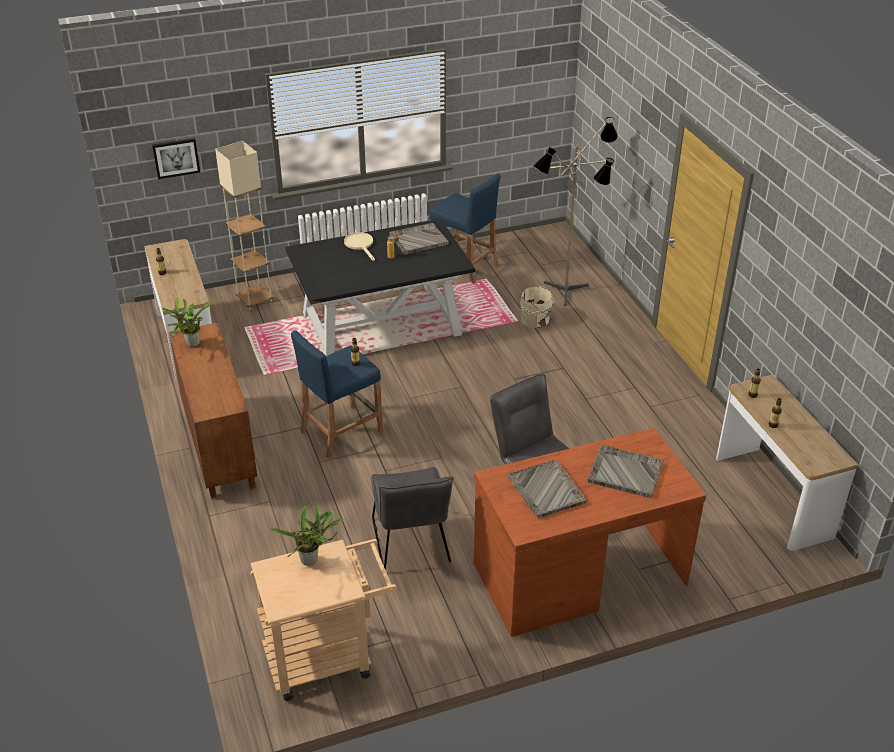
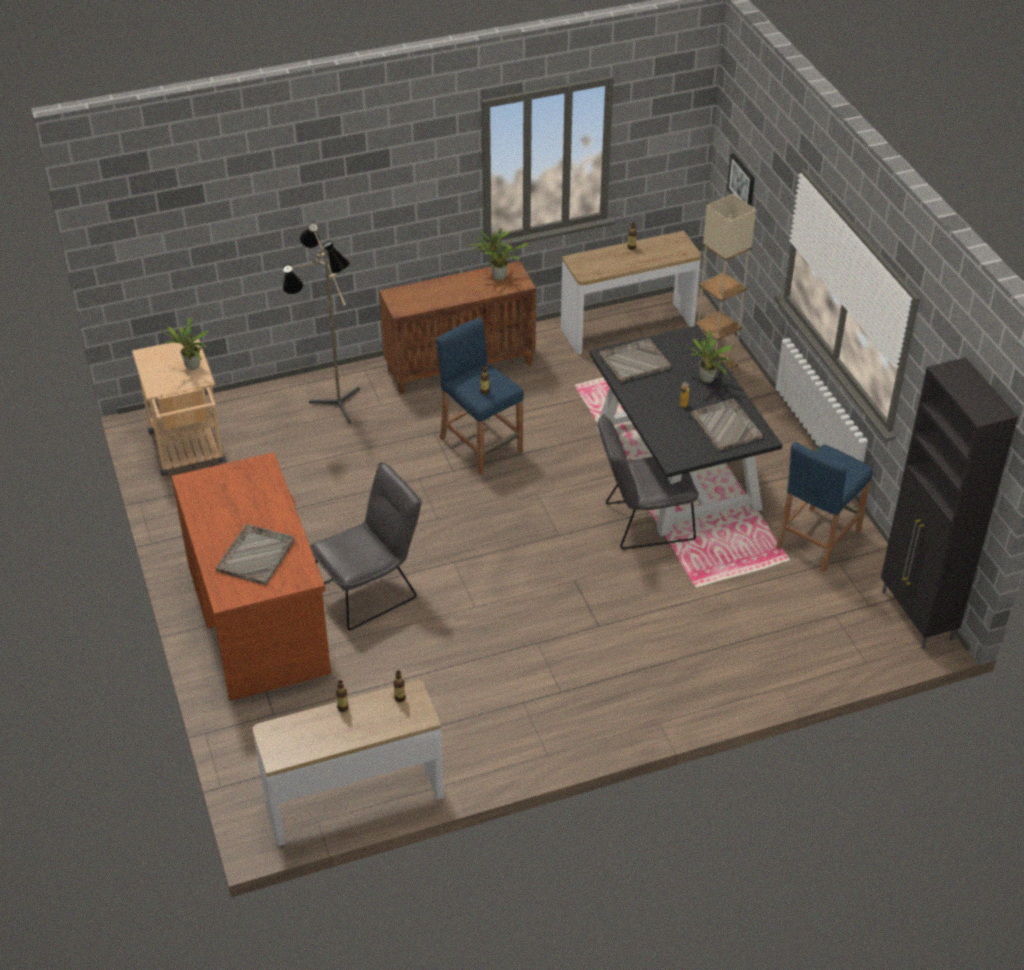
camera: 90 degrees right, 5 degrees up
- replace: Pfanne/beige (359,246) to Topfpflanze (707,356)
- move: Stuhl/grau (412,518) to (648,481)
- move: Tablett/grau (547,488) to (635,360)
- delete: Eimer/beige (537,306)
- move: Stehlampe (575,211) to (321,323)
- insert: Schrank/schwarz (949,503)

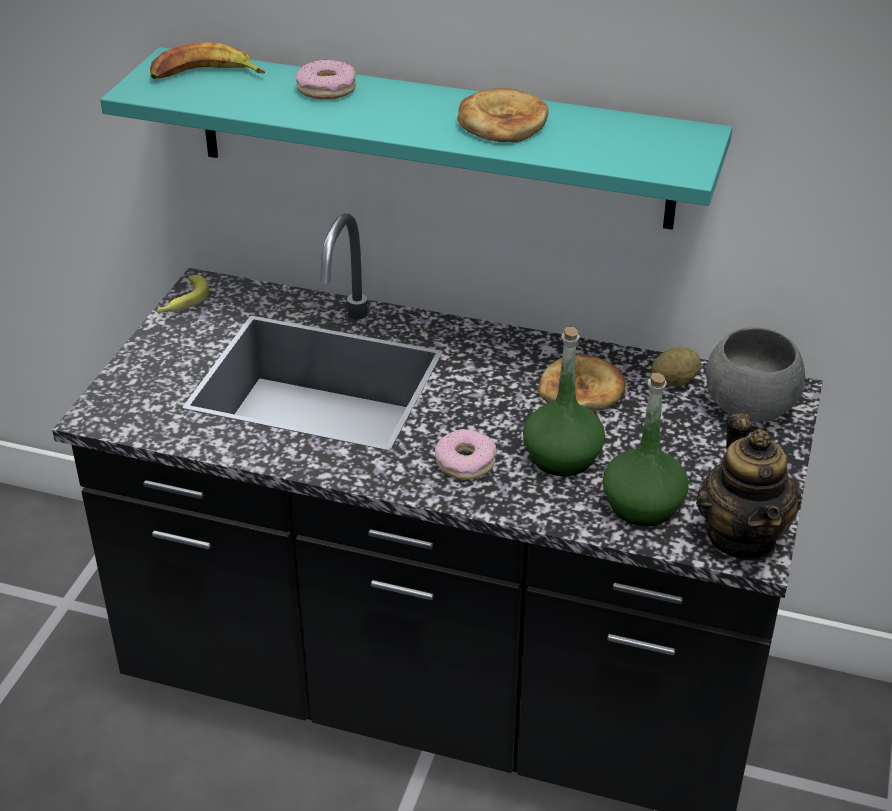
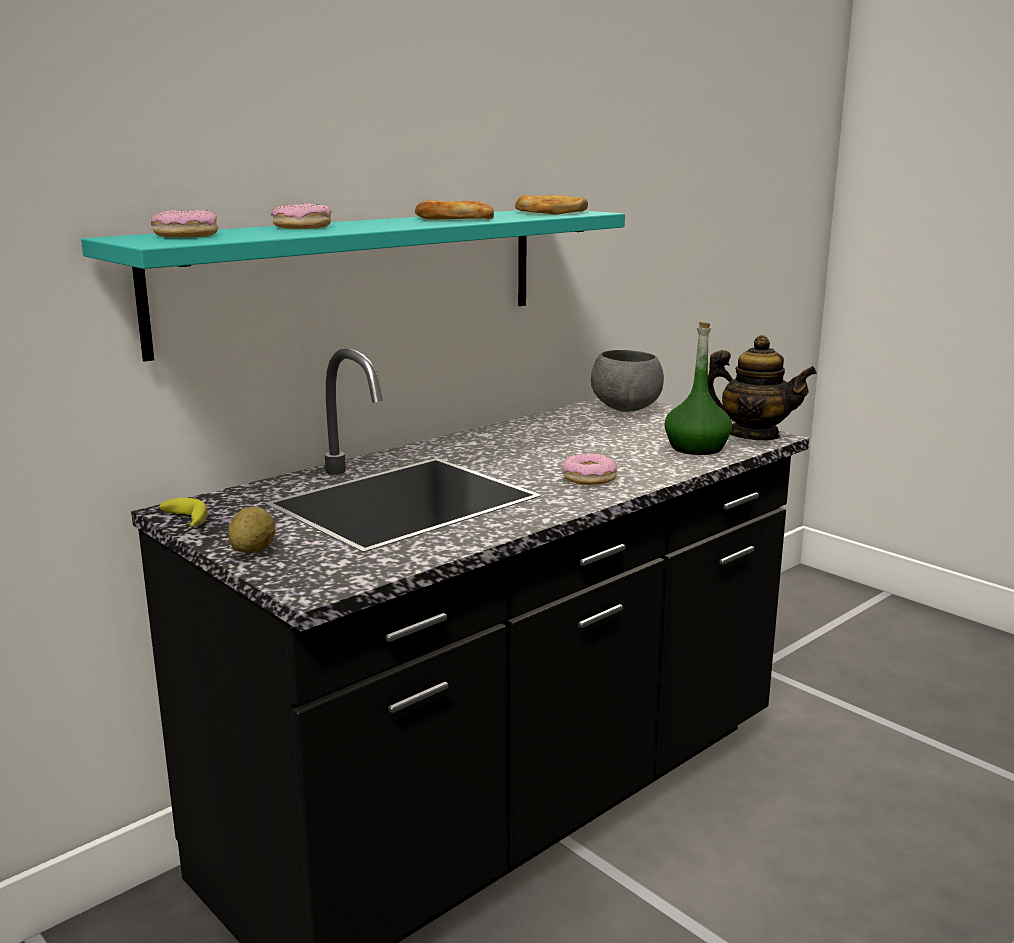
camera: 60 degrees left, 20 degrees down
- replace: Banane (207,60) to Donut (184,224)
- delete: Flasche/grün (564,401)
- move: Brot (582,383) to (551,205)
- move: Kartoffel (676,366) to (251,530)

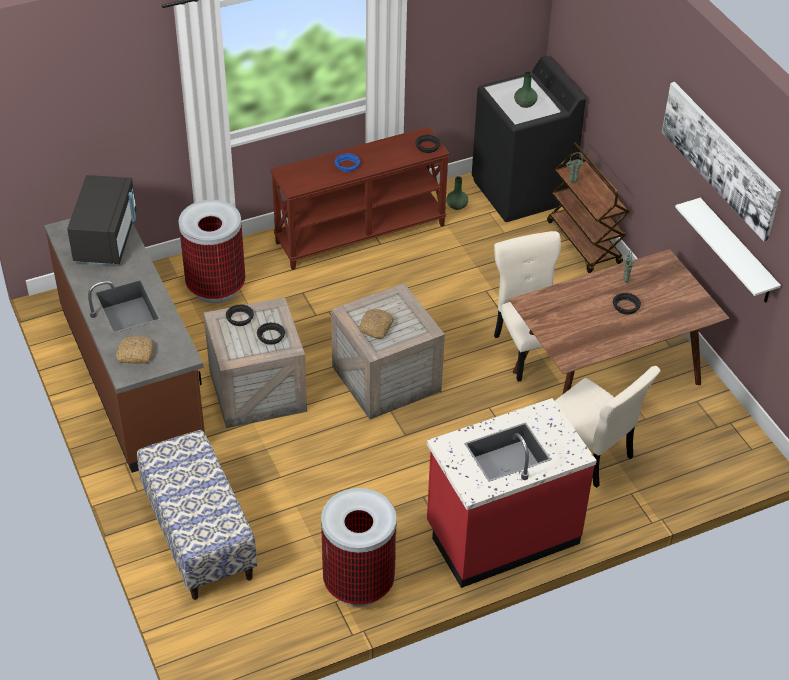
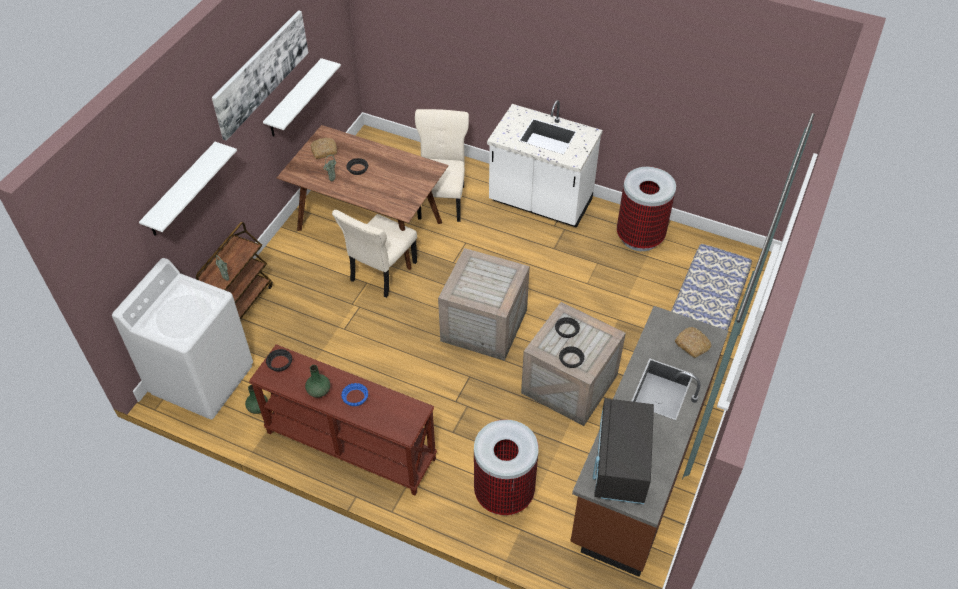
camera: 130 degrees left, 5 degrees up
- rotate: Mikrowelle/schwarz (101,220) = (623,451) 45 degrees counterclockwise
- move: Brot (376,324) to (324,148)
- recolor: Küchenzeile/rot (512,493) to Küchenzeile/weiß (545,163)
- recolor: Waschmaschine/schwarz (529,139) to Waschmaschine/weiß (182,339)
- move: Vase/grün (526,89) to (317,381)
- insert: Wandregal/weiß (188,189)

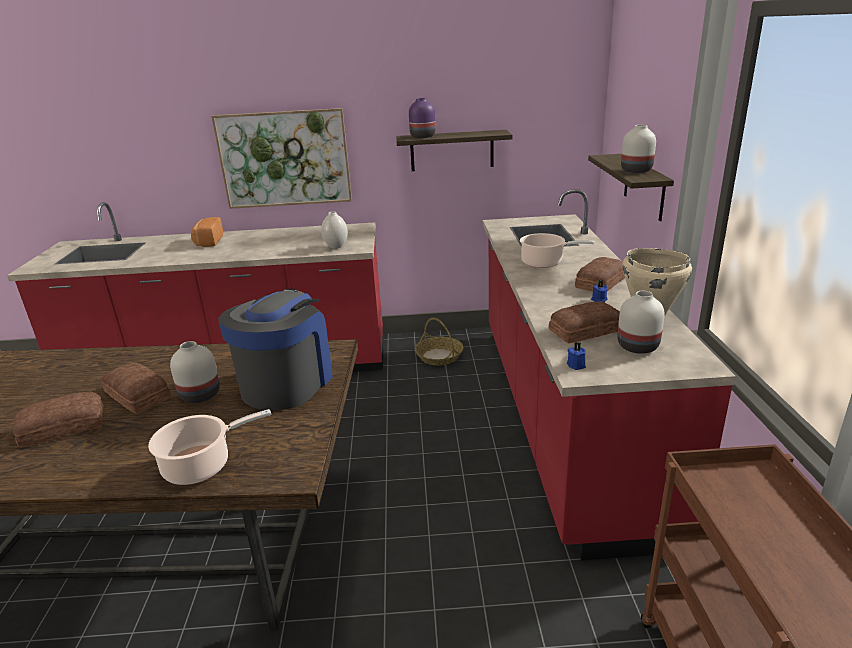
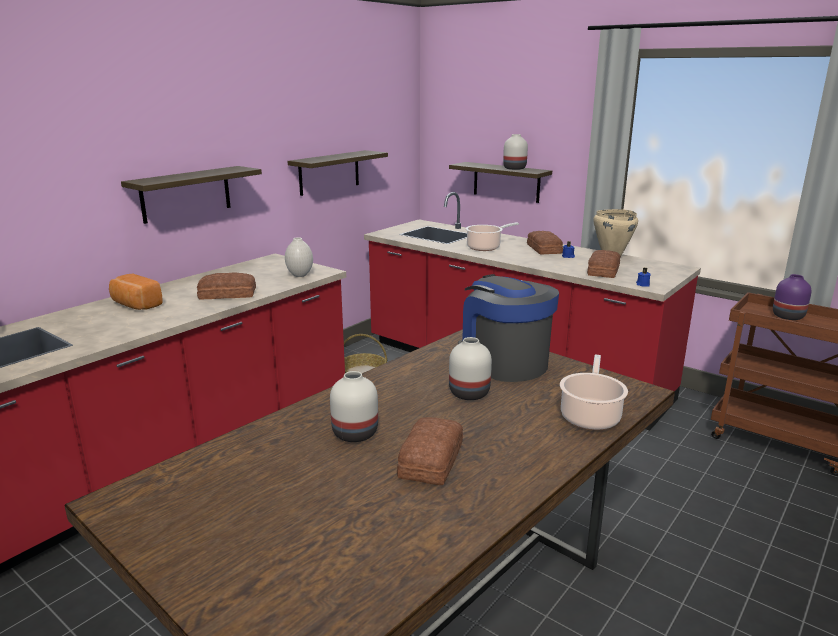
camera: 50 degrees left, 5 degrees down
- move: Brot (136,388) to (226,286)
- replace: Bild (282,158) to Wandregal (191,195)
- move: Vase/lila (422,118) to (792,297)
- move: Vase/weiß (641,322) to (354,406)

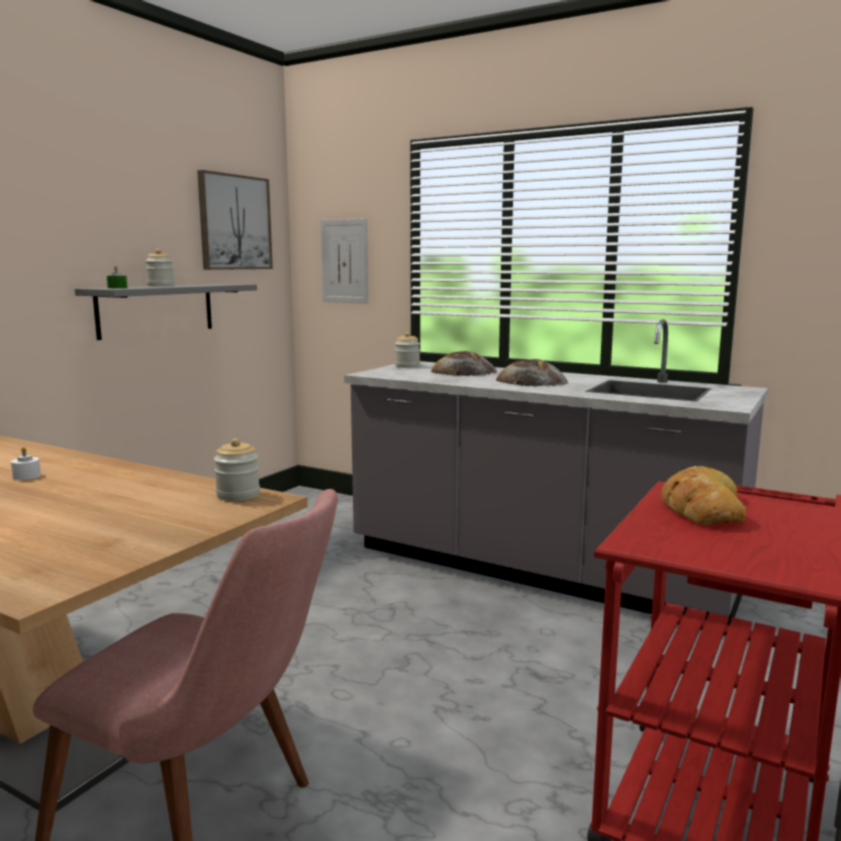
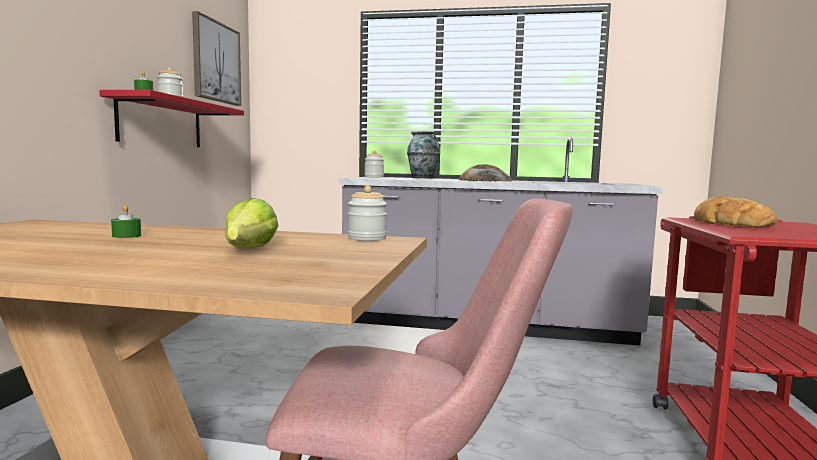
camera: 20 degrees left, 5 degrees down
- recolor: Kerze/weiß (26,463) to Kerze/grün (126,221)
- recolor: Wandregal/grau (166,312) to Wandregal/rot (171,118)
- delete: Bild (344,260)
- replace: Brot (463,363) to Vase (423,155)
- insert: Salatkopf (251,223)

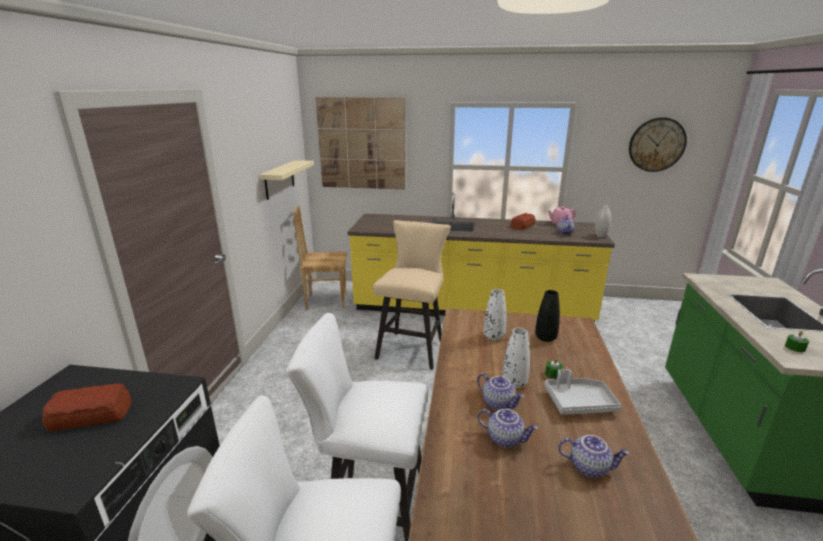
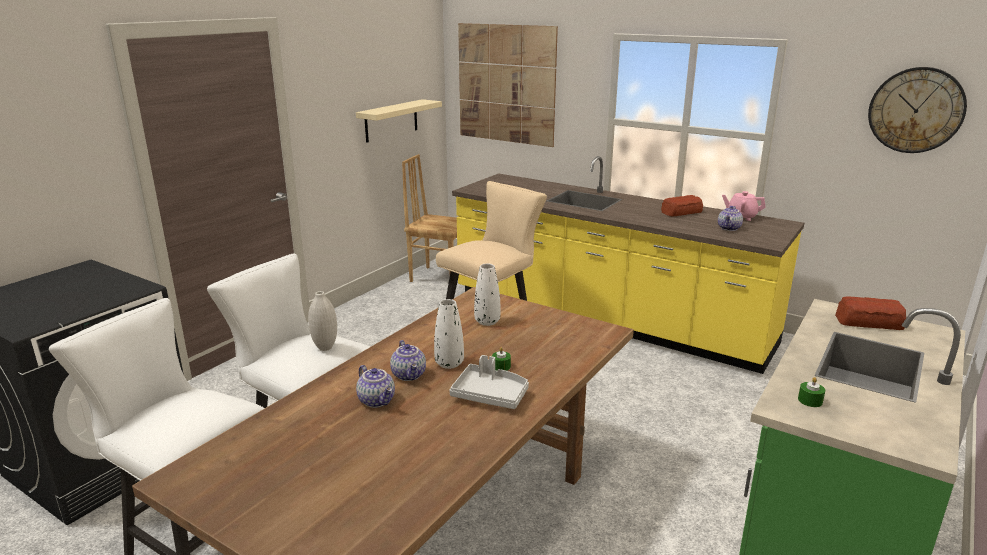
camera: 25 degrees right, 0 degrees up
- move: Brot (86,407) to (870,313)
- delete: Vase/schwarz (547,316)
- delete: Teekanne (594,456)
- move: Vase/weiß (603,221) to (322,321)

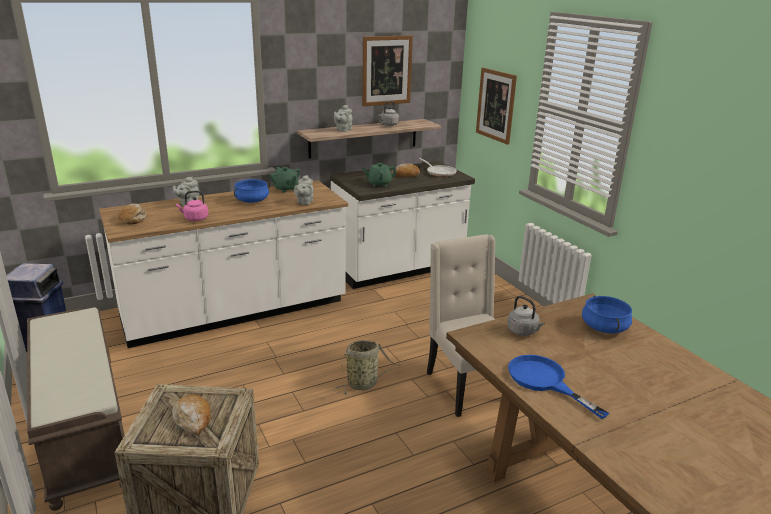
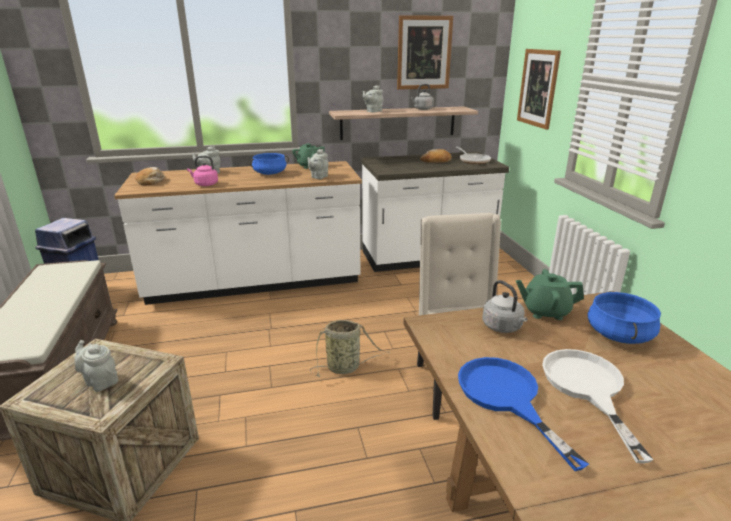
camera: 15 degrees right, 0 degrees up
- replace: Brot (191,414) to Teekanne/grau (96,366)
- move: Teekanne/grün (380,175) to (550,294)
- insert: Pfanne/weiß (598,406)

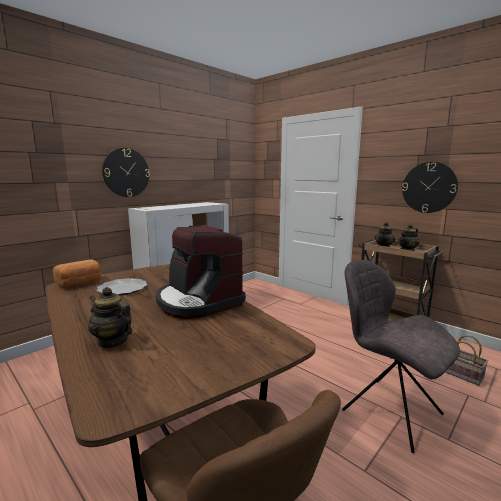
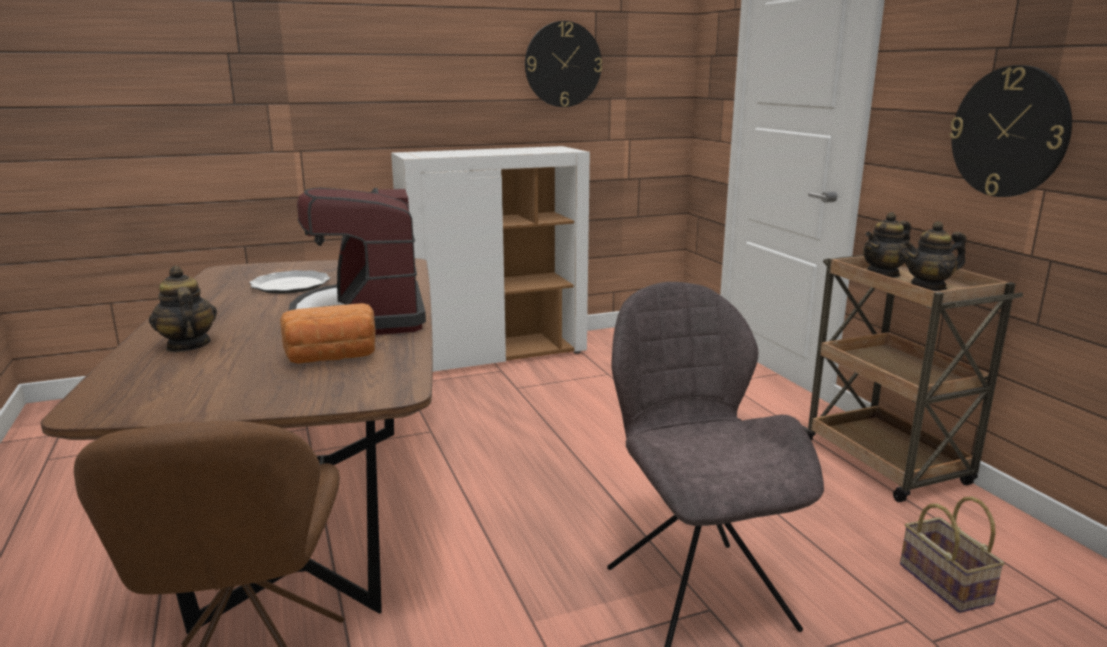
camera: 25 degrees right, 5 degrees up
- move: Brot (77,273) to (328,333)
- move: Wanduhr (126,172) to (563,64)

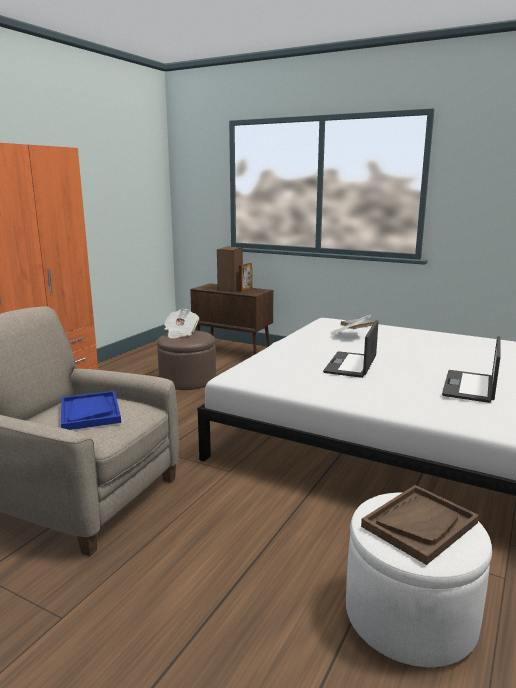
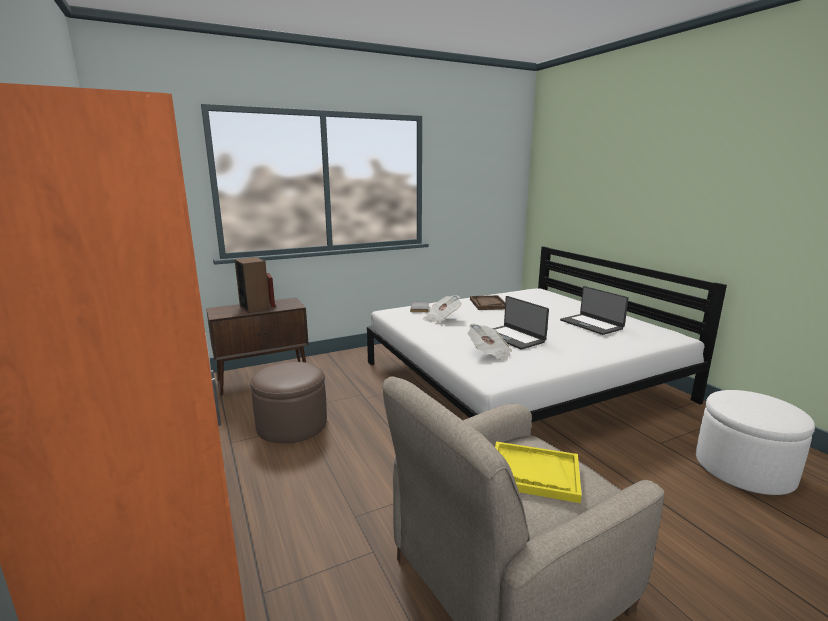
camera: 55 degrees left, 0 degrees up
- recolor: Tablett/blau (91,410) to Tablett/gelb (538,472)
- move: Zeitung (181,323) to (490,343)
- move: Tablett/braun (420,525) to (487,302)

